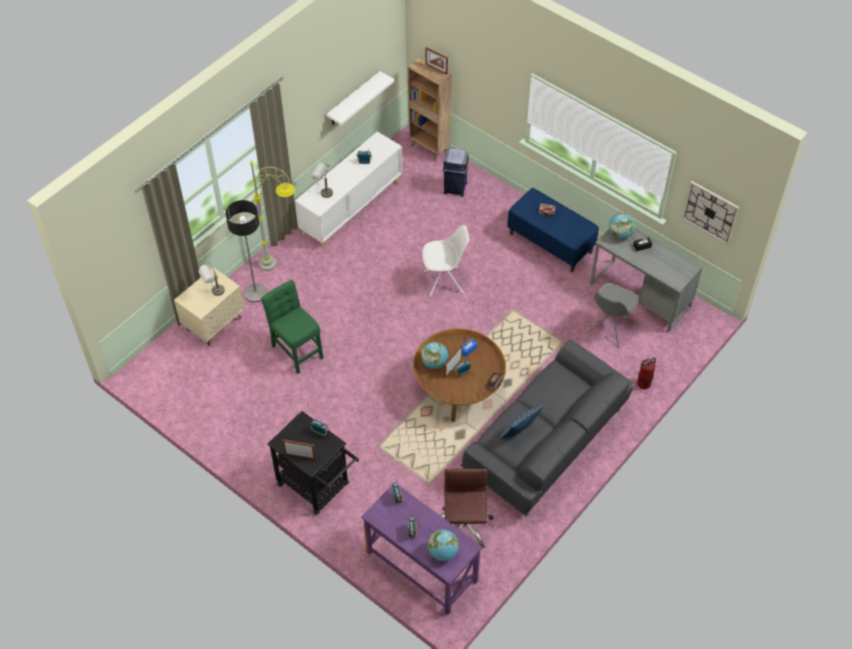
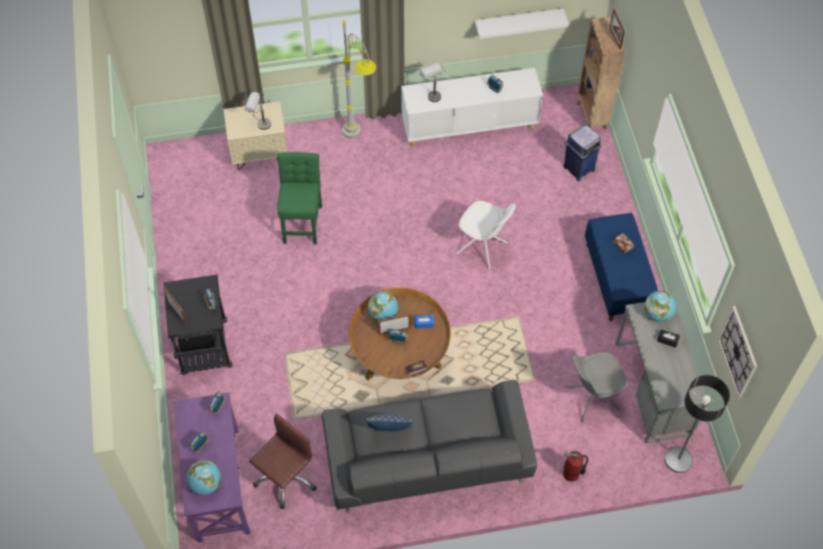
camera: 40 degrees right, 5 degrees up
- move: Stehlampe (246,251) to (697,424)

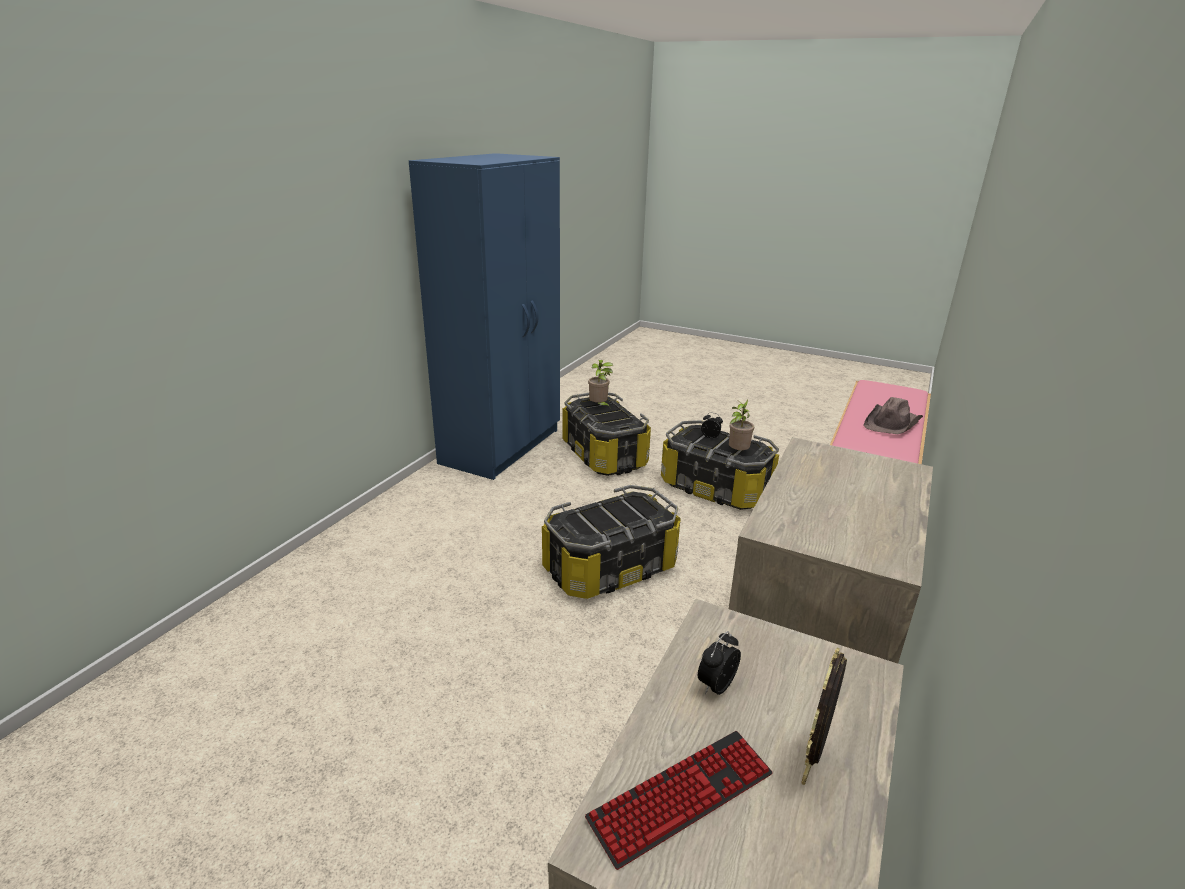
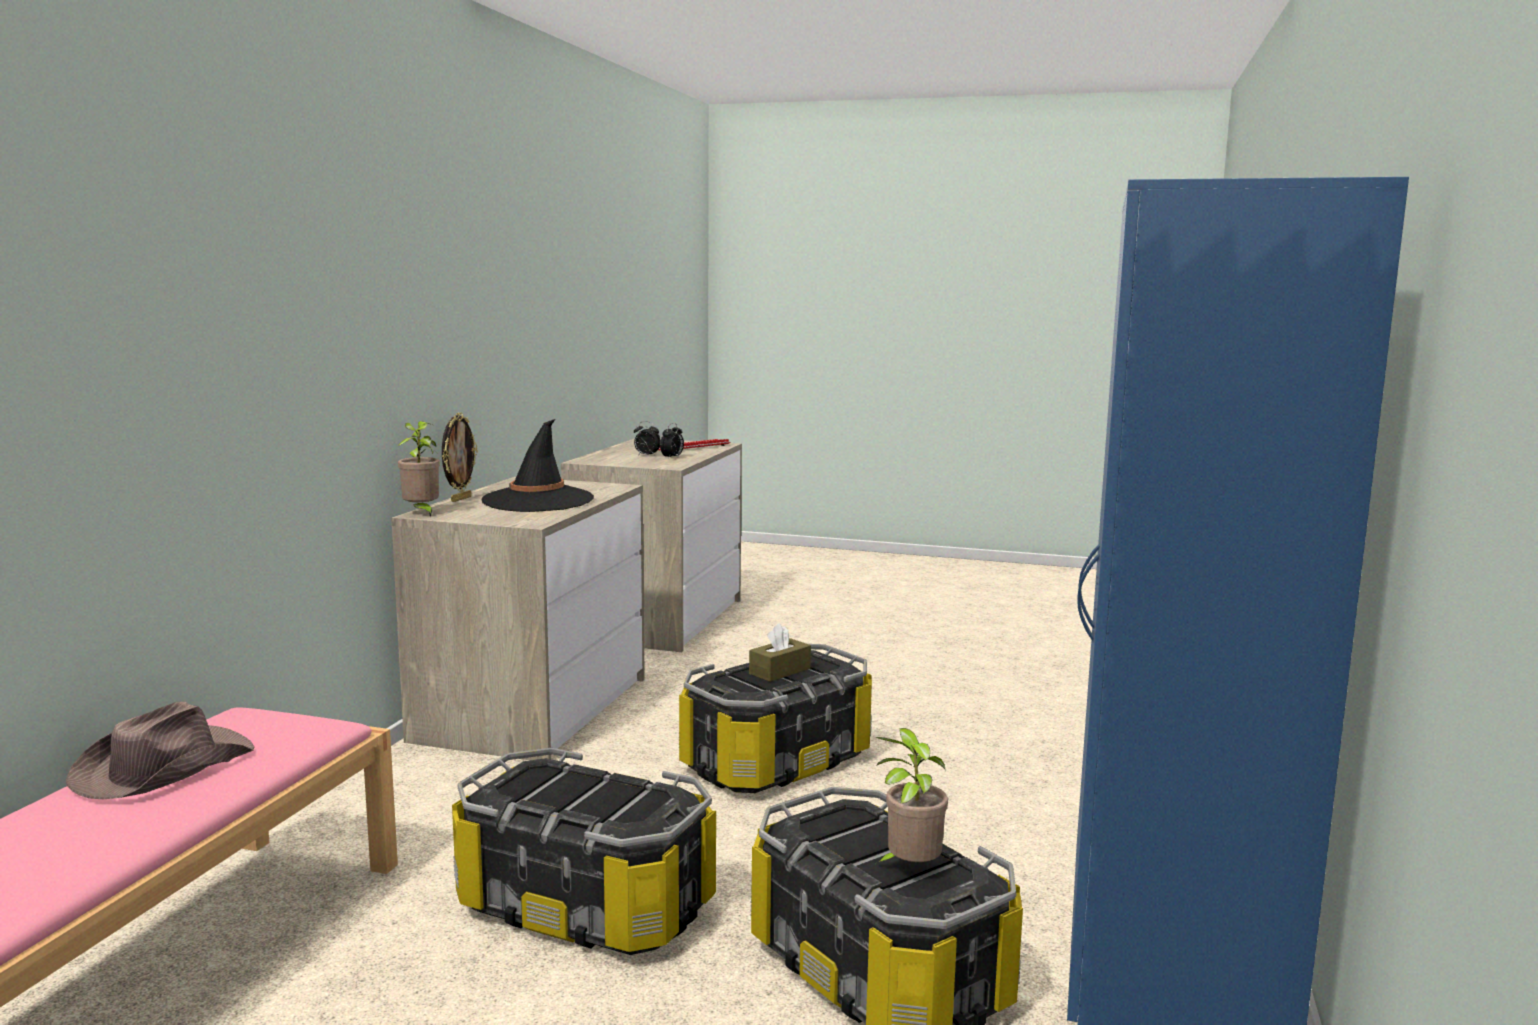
camera: 170 degrees right, 15 degrees down
- move: Wecker (712,425) to (647,438)
- move: Topfpflanze (741,424) to (419,469)
- move: Bilderrahmen (824,716) to (460,457)
- insert: Hut/schwarz (538,465)
- insert: Taschentuchbox/braun (780,652)

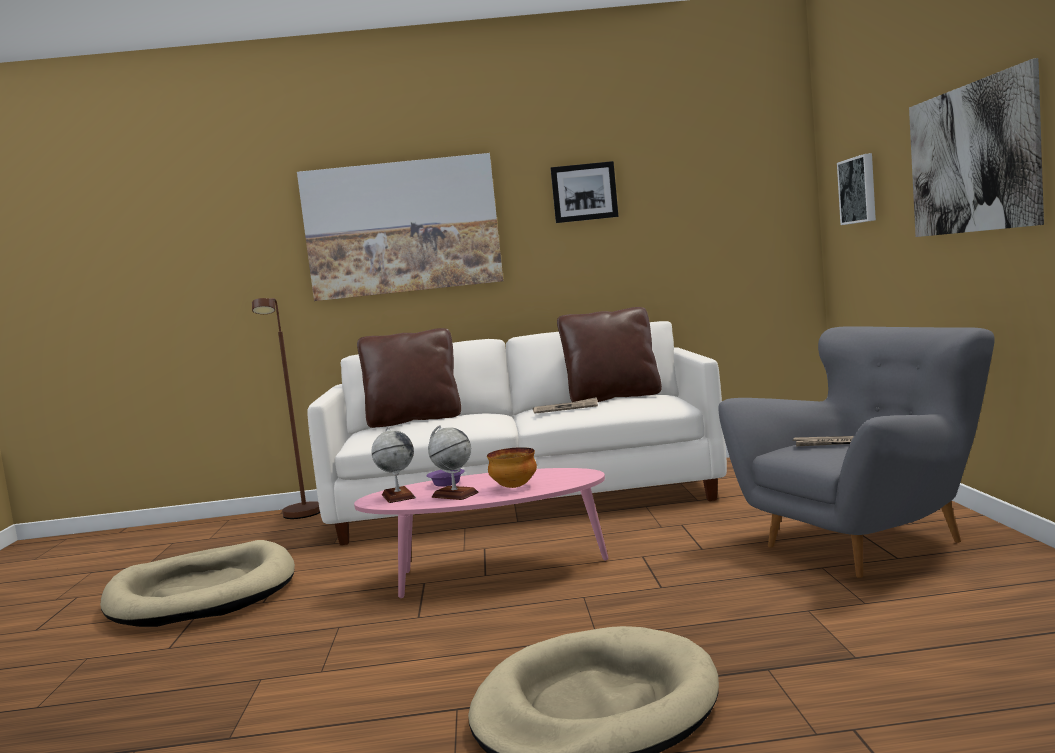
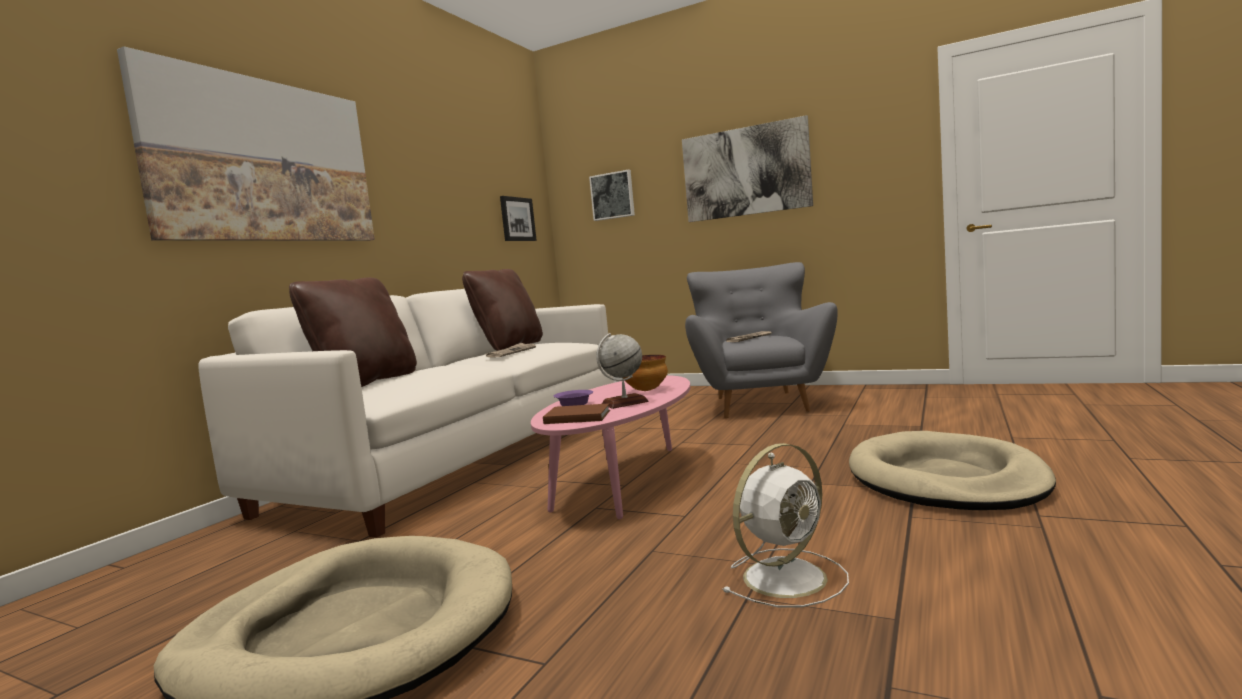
camera: 60 degrees left, 0 degrees up
- delete: Stehlampe/braun (286,408)
- replace: Globus (393,465) to Buch/braun (576,413)
- move: Bild (584,192) to (518,218)
- insert: Ventilator/weiß (785,525)

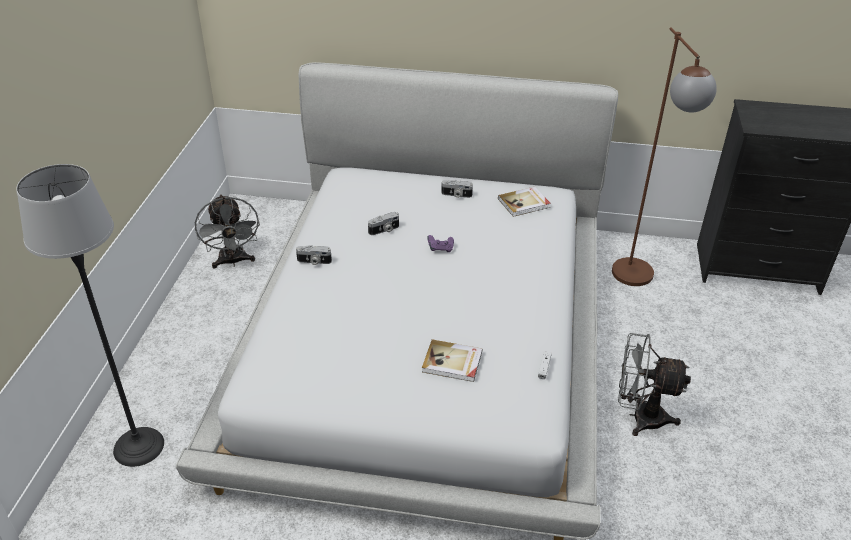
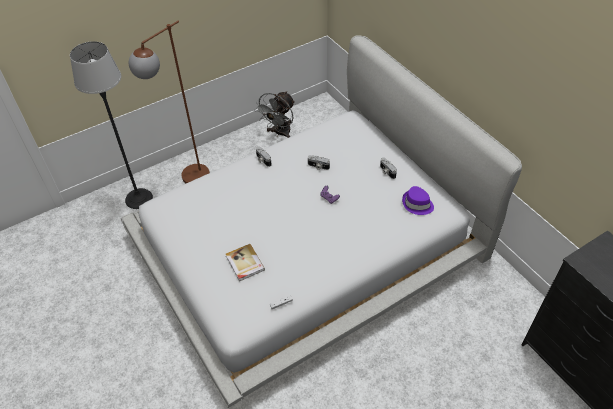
camera: 50 degrees right, 10 degrees up
- replace: Buch (524,202) to Hut/lila (418,200)
- move: Stehlampe/braun (664,156) to (169,102)
- delete: Ventilator/grau (654,384)

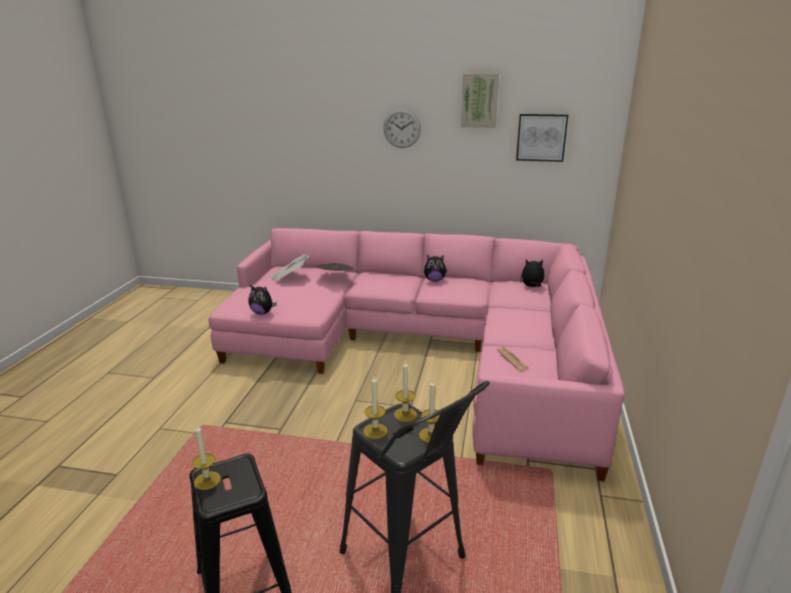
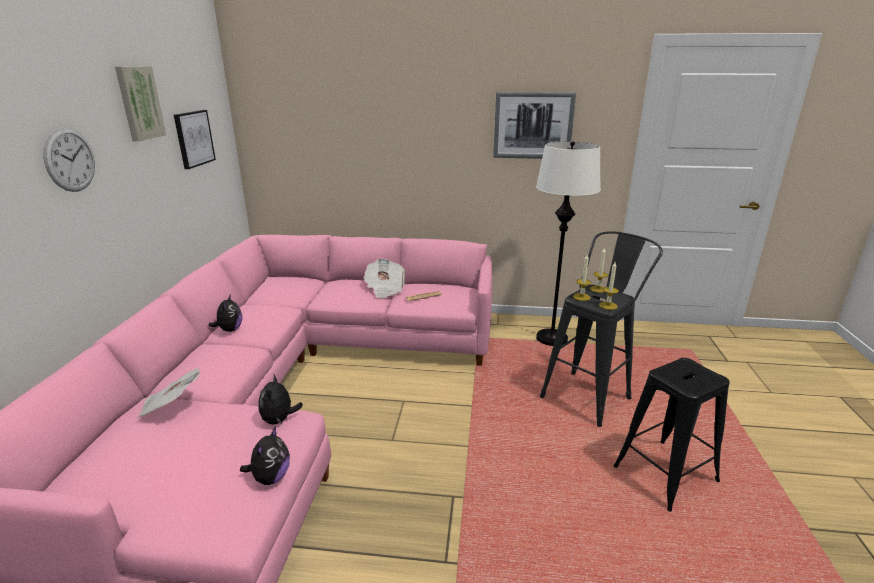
camera: 95 degrees left, 0 degrees up
- delete: Kerze (206,457)
- move: Zeitung (289,268) to (384,278)
- move: Plüschtier (532,273) to (280,399)
- insert: Bild (534,125)
- insert: Stehlampe/weiß (568,243)

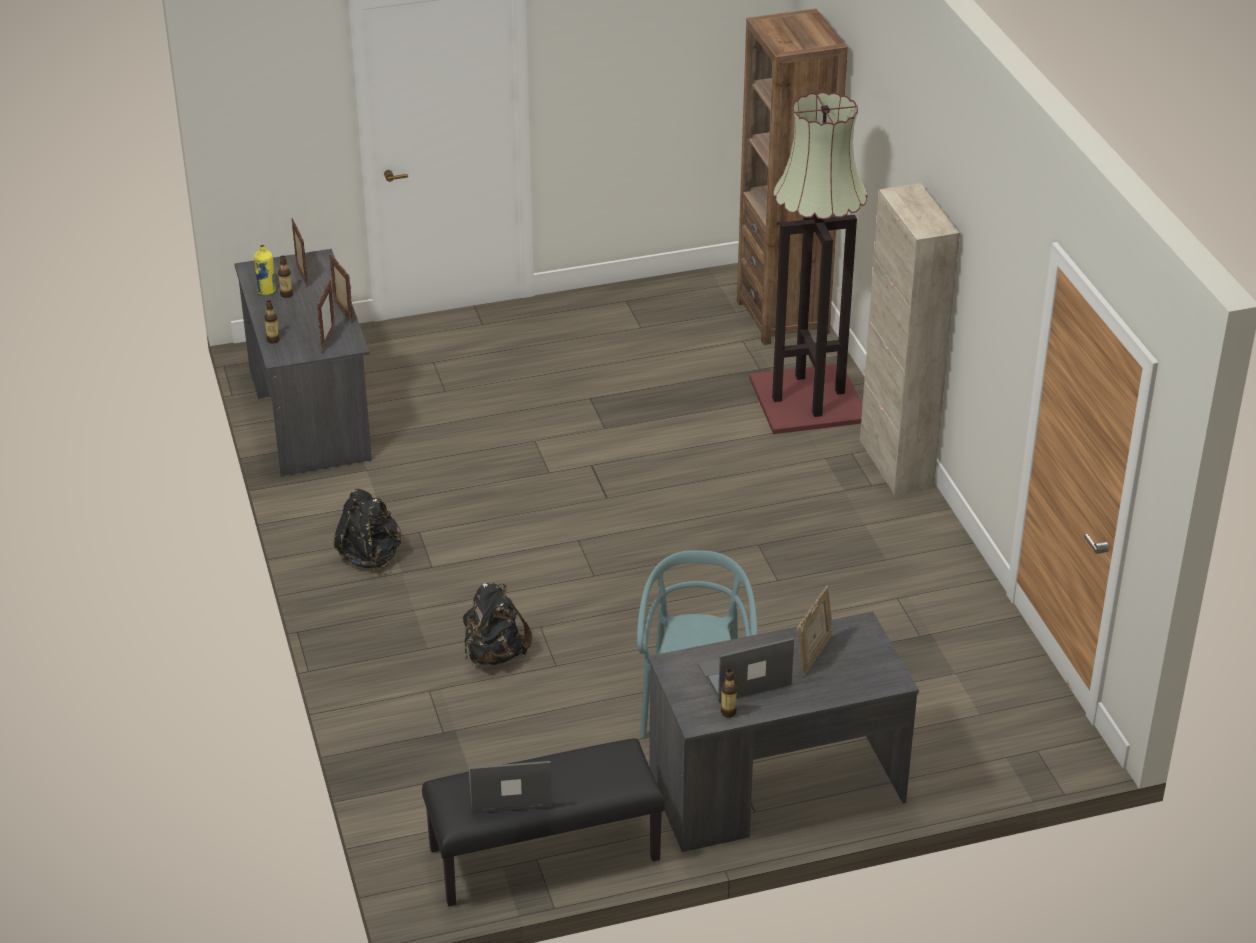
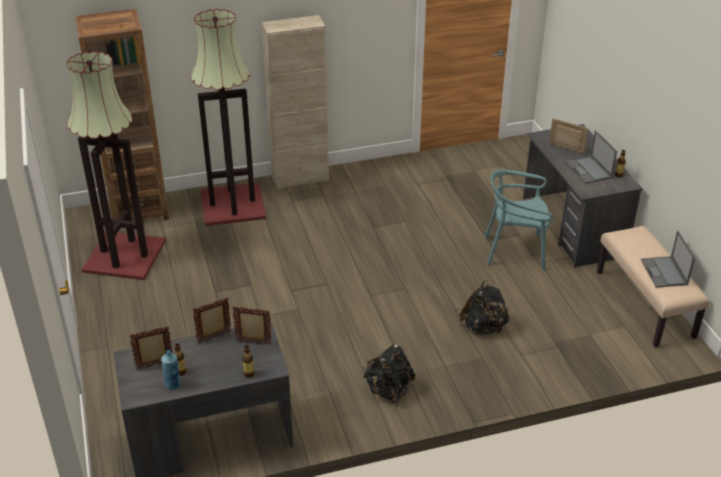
camera: 90 degrees left, 0 degrees up
- recolor: Flasche/gelb (265,269) to Flasche/blau (170,370)
- recolor: Bank/schwarz (543,822) to Bank/beige (653,286)
- insert: Stehlampe (116,165)

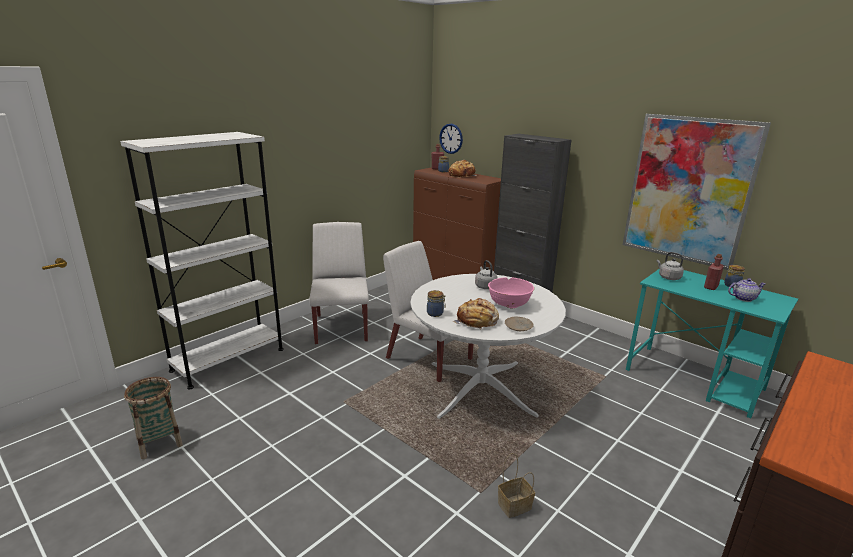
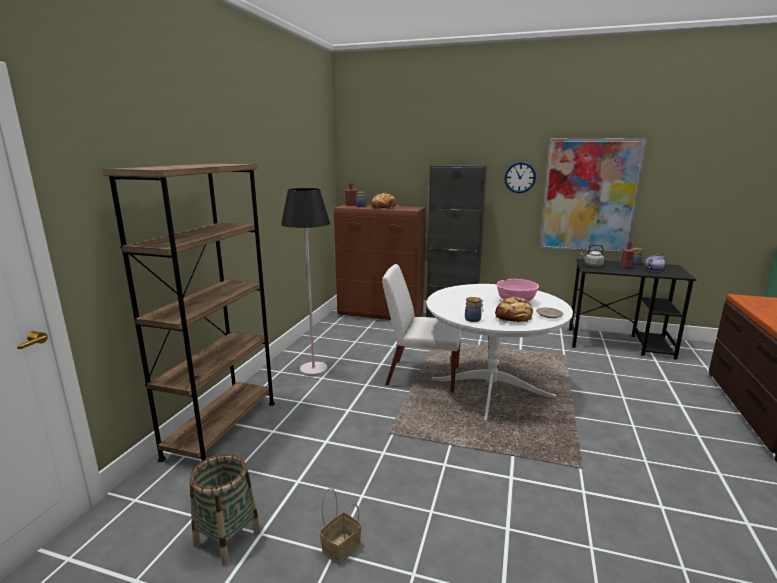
camera: 25 degrees left, 5 degrees down
- recolor: Bücherregal/weiß (202,260) to Bücherregal/braun (188,313)
- replace: Stuhl/weiß (339,283) to Stehlampe/schwarz (305,282)
- move: Wanduhr (451,139) to (520,177)
- delete: Wasserkessel/grau (486,274)
- move: Korb (516,485) to (340,526)
- recolor: Schreibtisch/türkis (712,343) to Schreibtisch/schwarz (633,309)

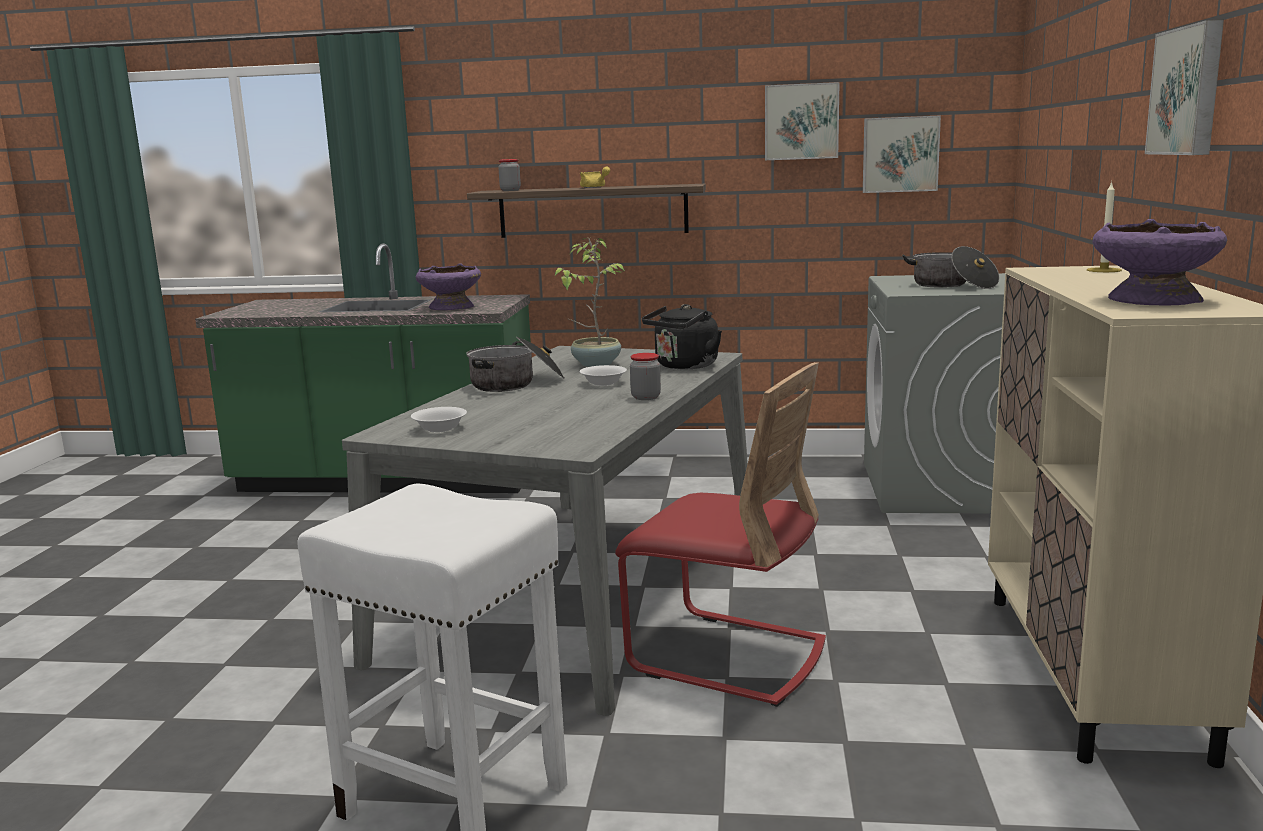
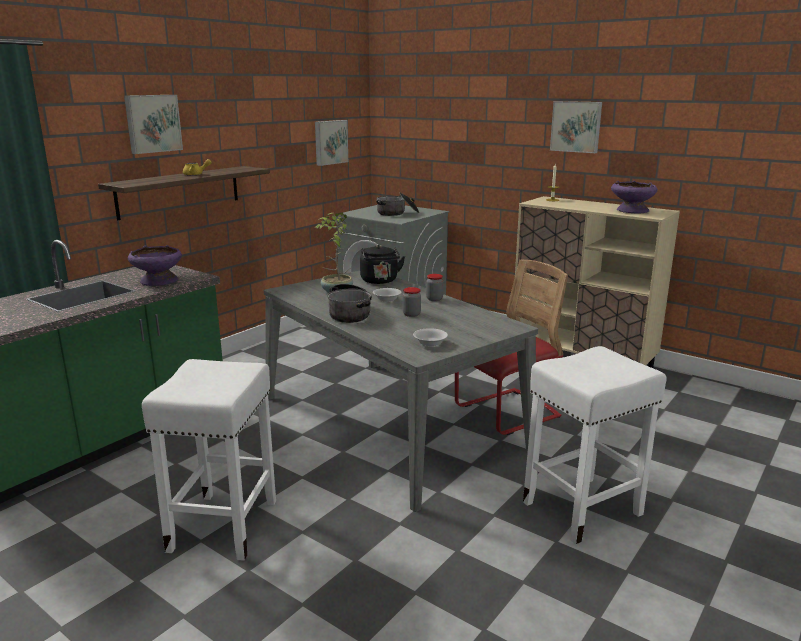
camera: 60 degrees left, 5 degrees up
- move: Vorratsglas (509,175) to (412,302)
- move: Bild (802,121) to (153,124)
- insert: Hocker/weiß (209,460)

